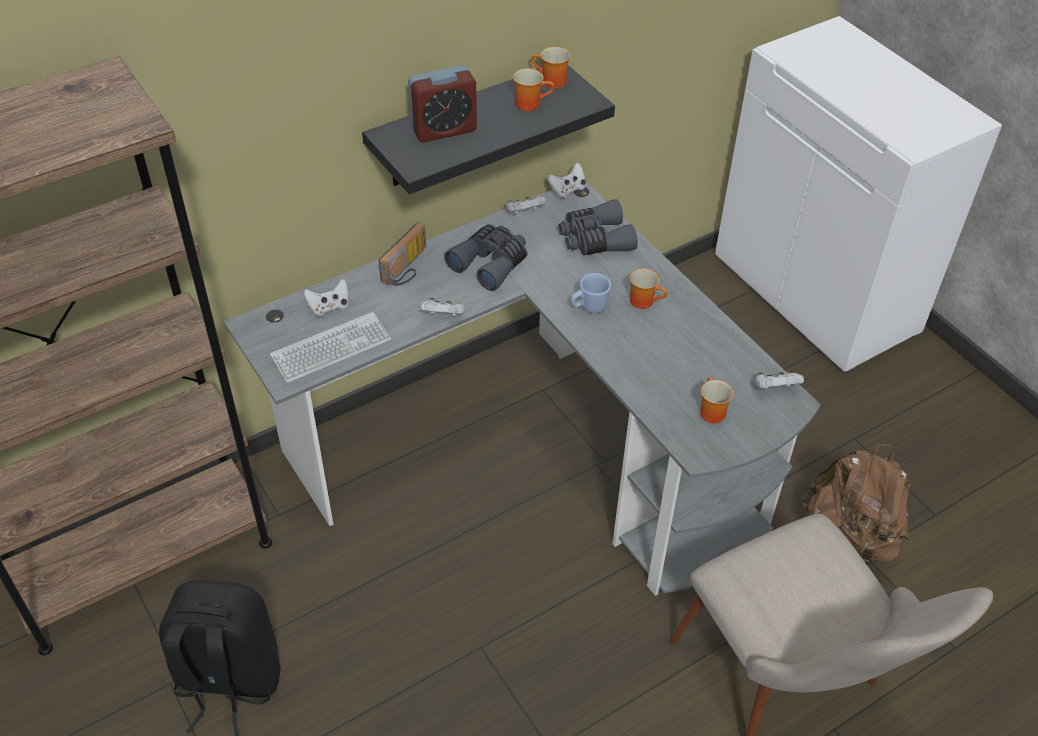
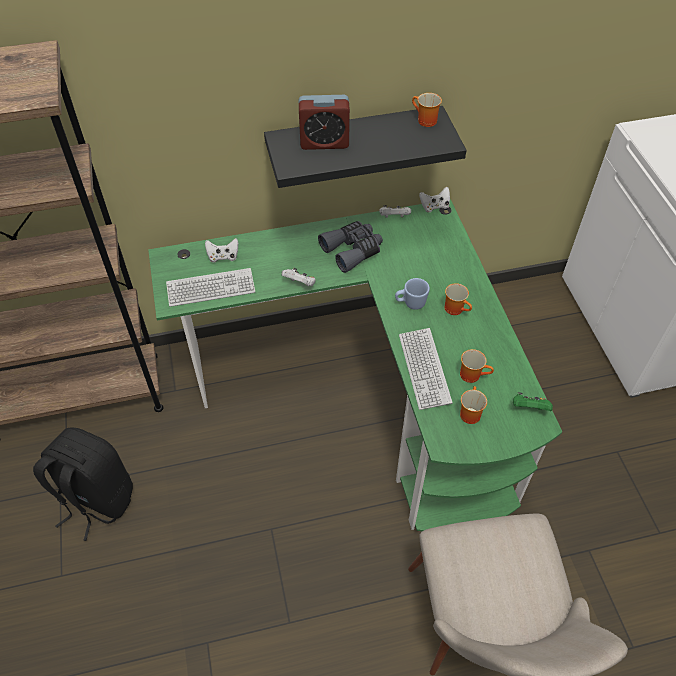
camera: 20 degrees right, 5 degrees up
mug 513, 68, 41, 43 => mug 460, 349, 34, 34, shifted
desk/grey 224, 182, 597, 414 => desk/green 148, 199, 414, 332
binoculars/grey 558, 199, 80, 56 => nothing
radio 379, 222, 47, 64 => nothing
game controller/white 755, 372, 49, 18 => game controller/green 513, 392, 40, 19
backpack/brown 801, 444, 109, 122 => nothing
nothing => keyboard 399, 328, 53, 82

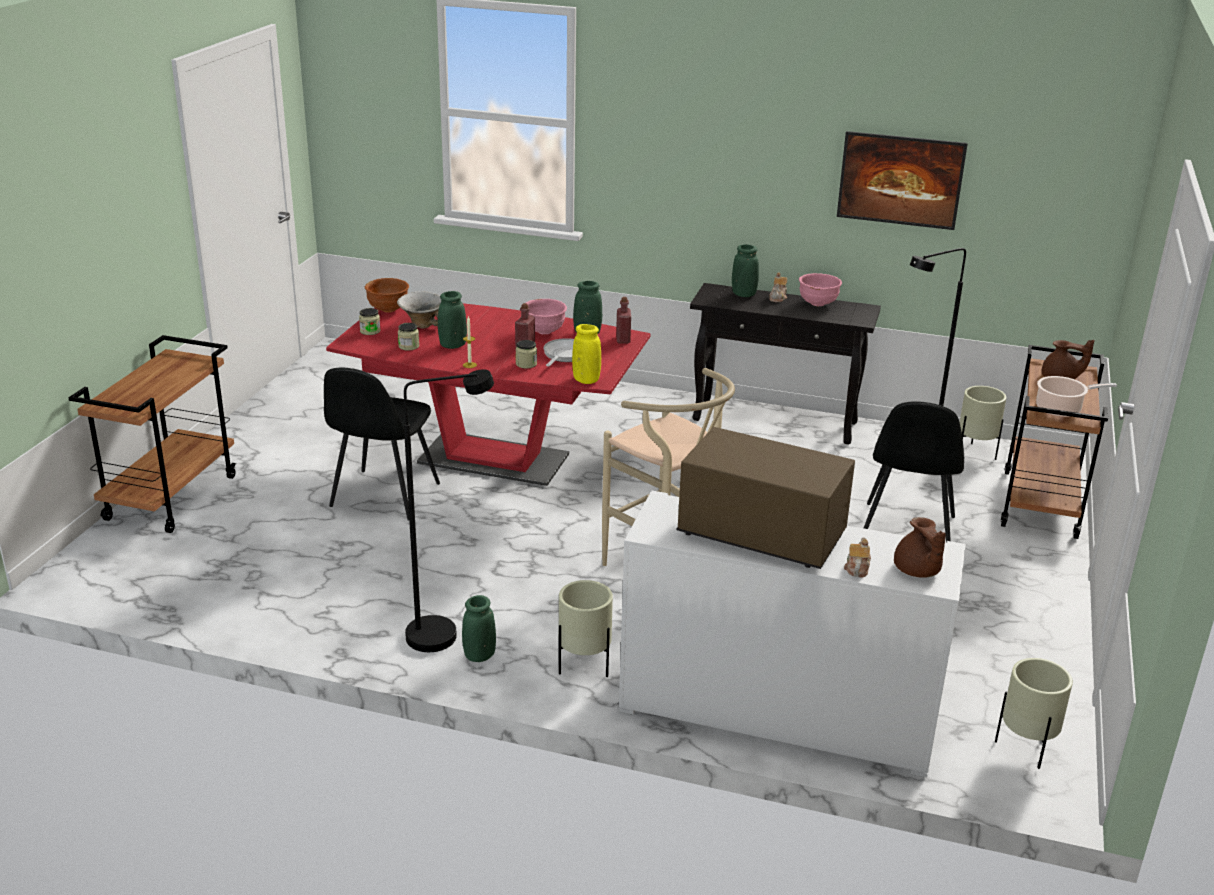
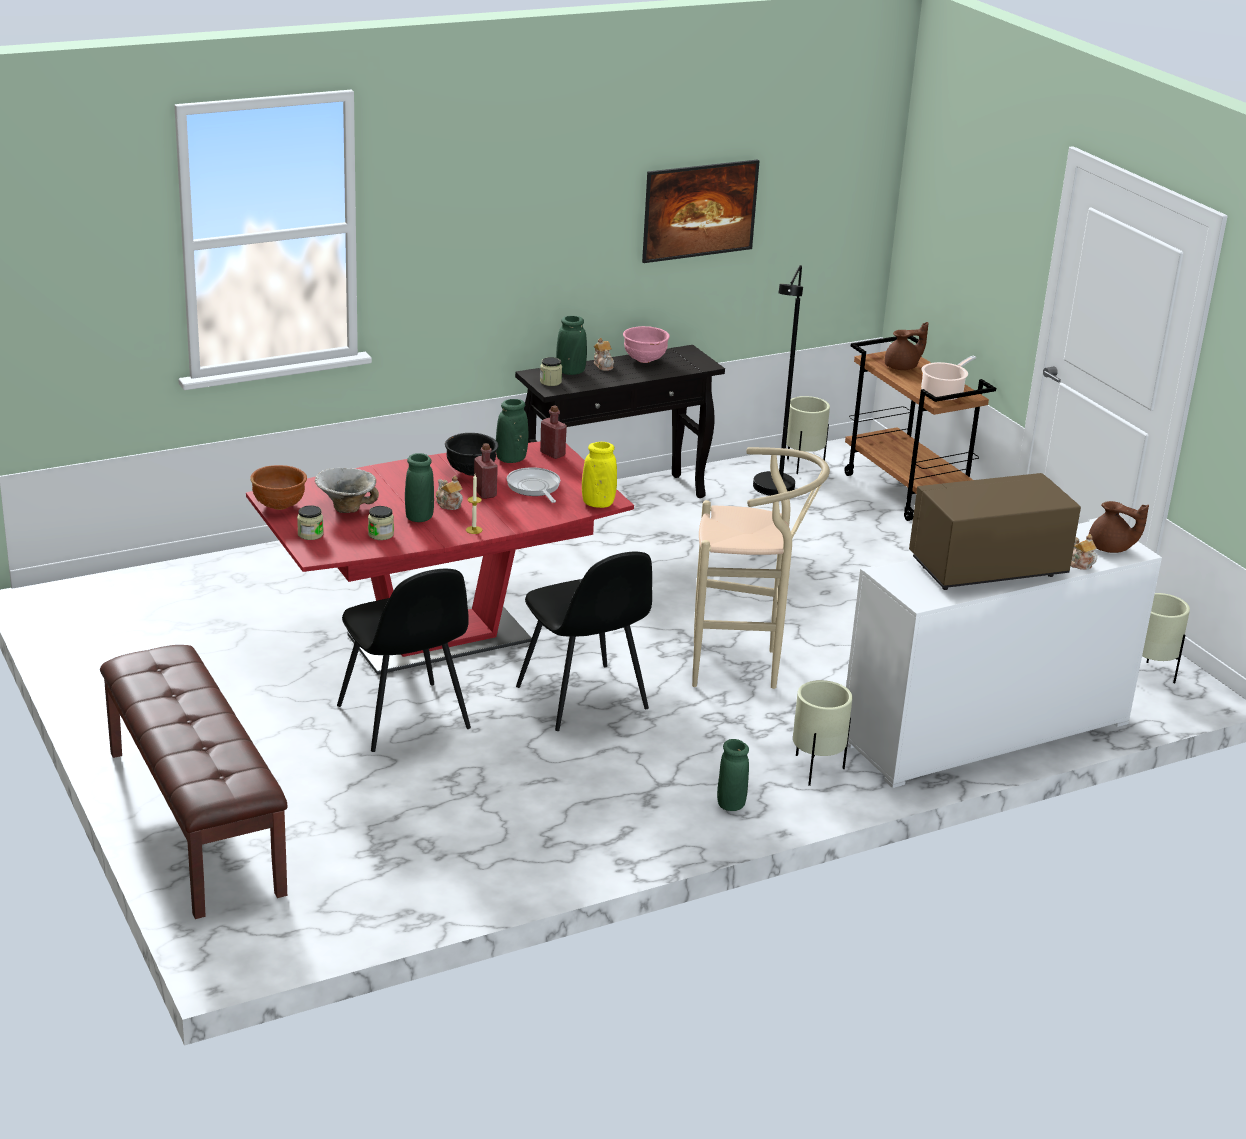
camera: 45 degrees left, 0 degrees up
bowl/pink 526, 299, 41, 35 => bowl/black 445, 433, 53, 43
cart/brown 68, 335, 169, 198 => bench/brown 100, 645, 187, 274
jar 516, 340, 21, 28 => jar 540, 357, 22, 29, shifted
floor lamp/black 404, 369, 90, 283 => nothing
chair/black 864, 401, 100, 142 => chair/black 516, 552, 136, 179, shifted
nothing => teapot 436, 476, 27, 34

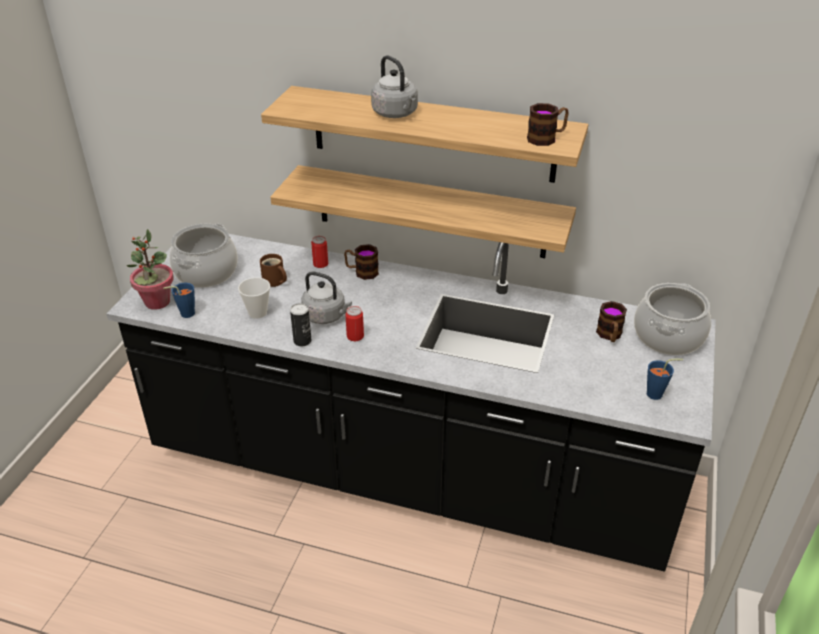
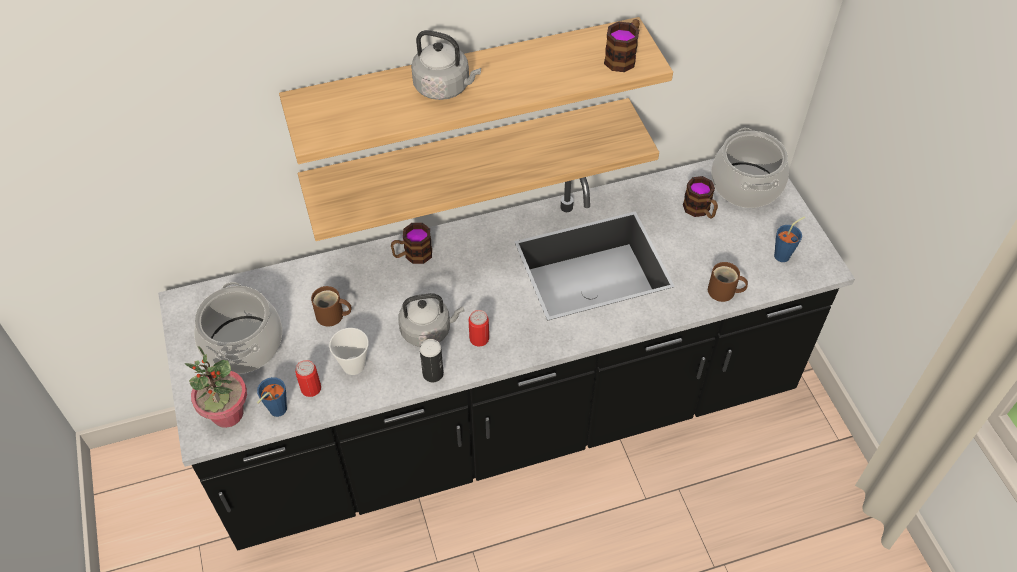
camera: 35 degrees left, 15 degrees up
can 311, 236, 17, 32 => can 295, 360, 26, 37, shifted
nothing => mug/brown 708, 262, 40, 40

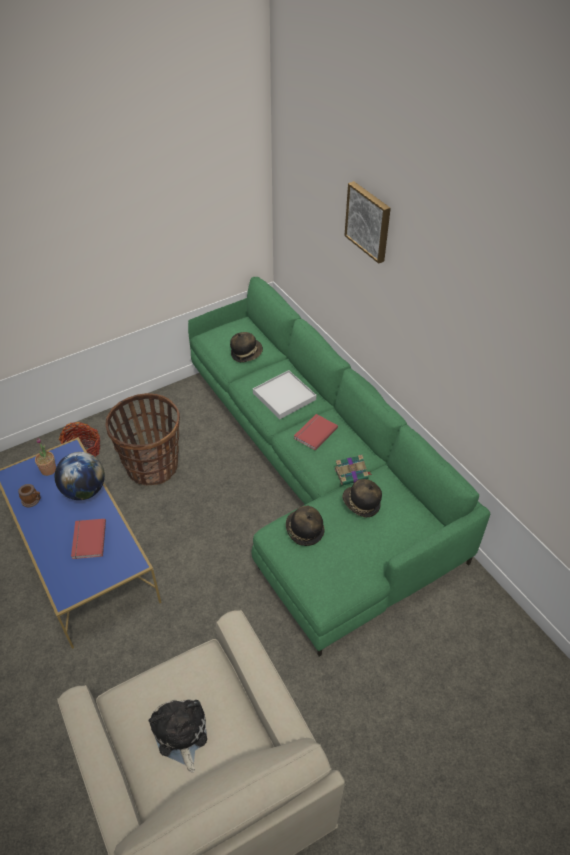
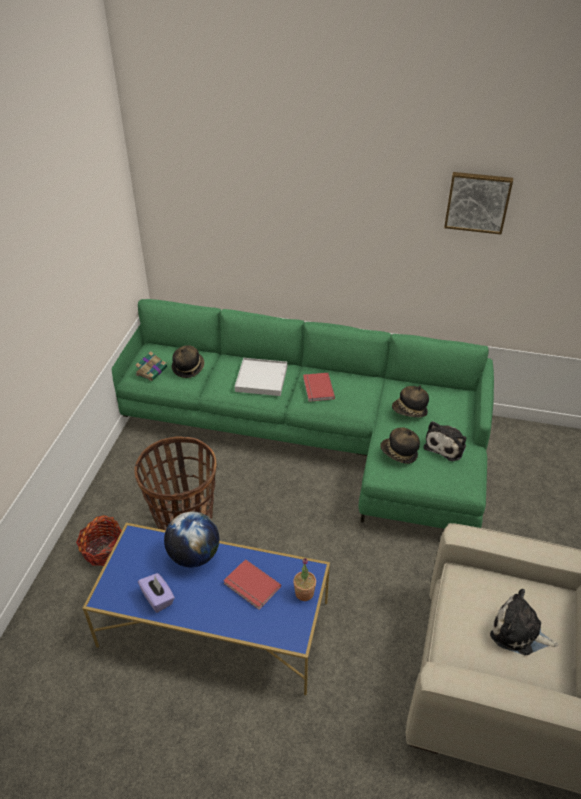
camera: 45 degrees left, 5 degrees down
picture 345, 181, 46, 83 => picture 444, 172, 69, 62, shifted
potted plant 35, 438, 21, 38 => potted plant 293, 558, 23, 43, shifted
book 334, 455, 38, 30 => book 135, 351, 32, 30, shifted
mug 18, 484, 23, 23 => tissue box/purple 138, 573, 37, 40
nothing => plush toy 424, 421, 42, 40

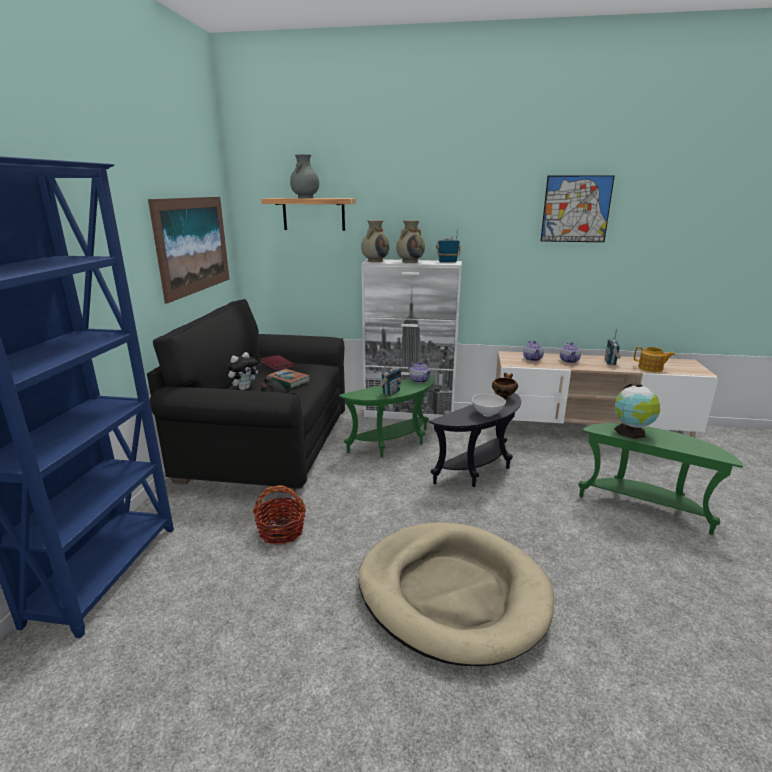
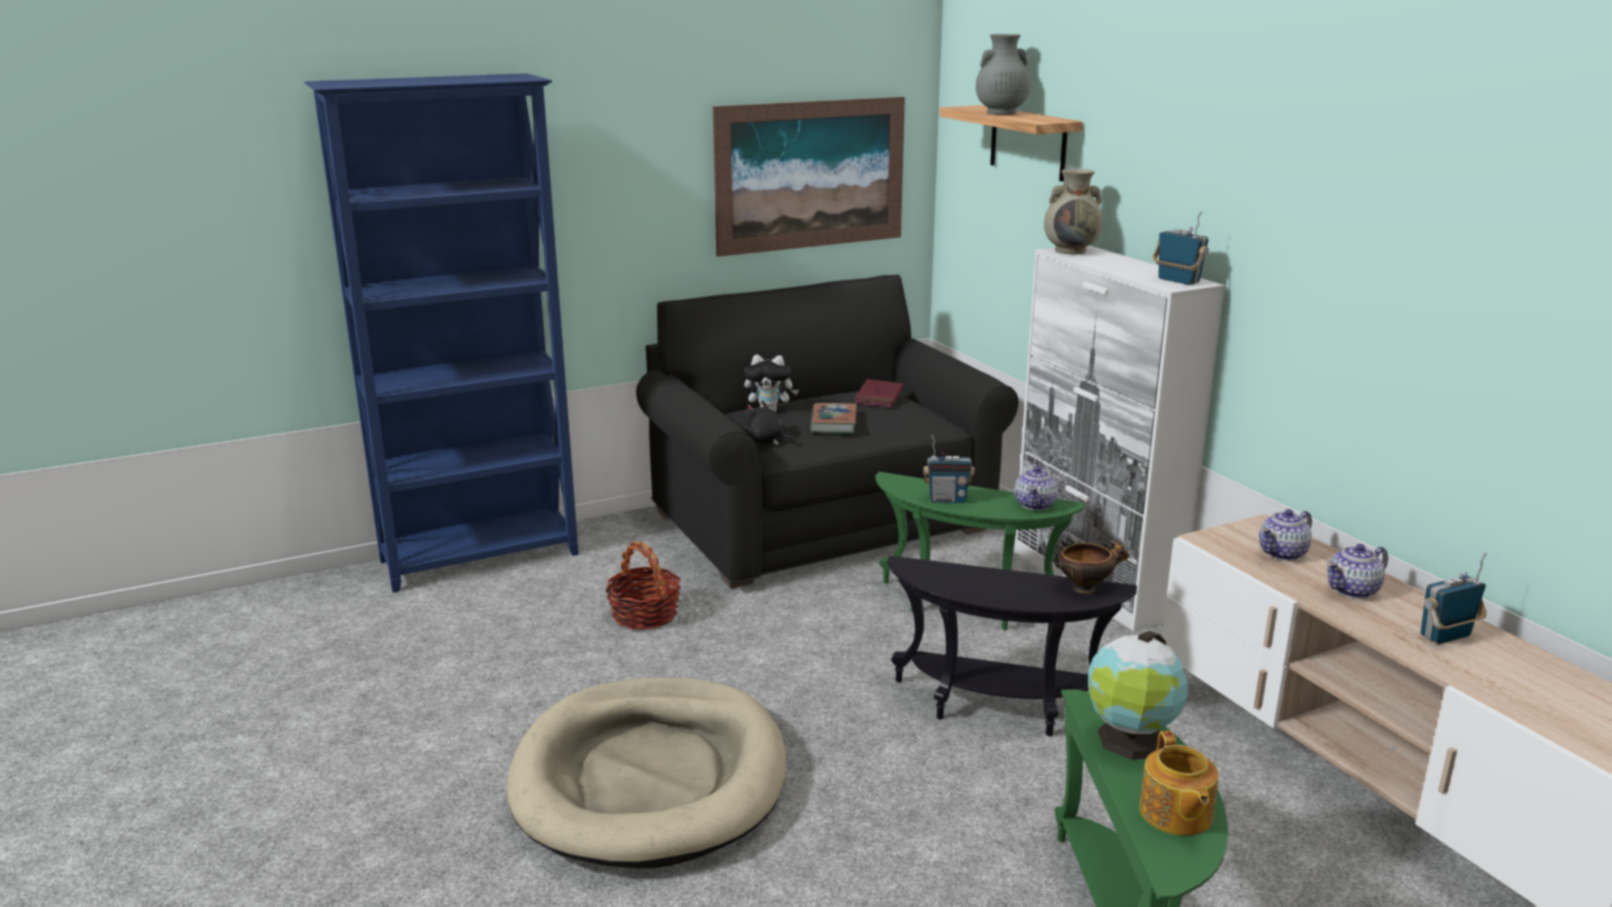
camera: 55 degrees right, 0 degrees up
picture 540, 175, 75, 67 => nothing
vase/beige 396, 220, 29, 43 => nothing
teapot 634, 347, 41, 25 => teapot 1139, 731, 80, 104, shifted
bowl/white 472, 394, 34, 23 => nothing

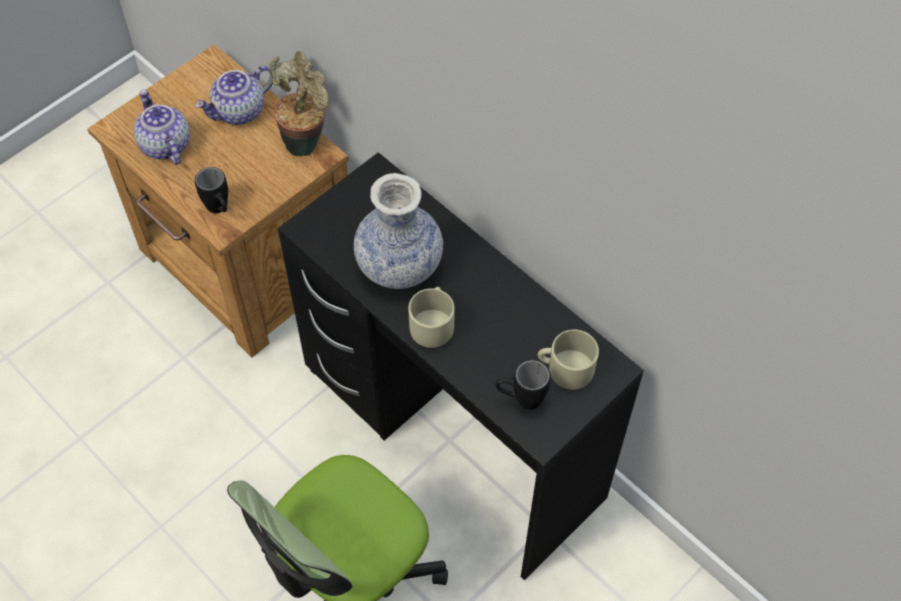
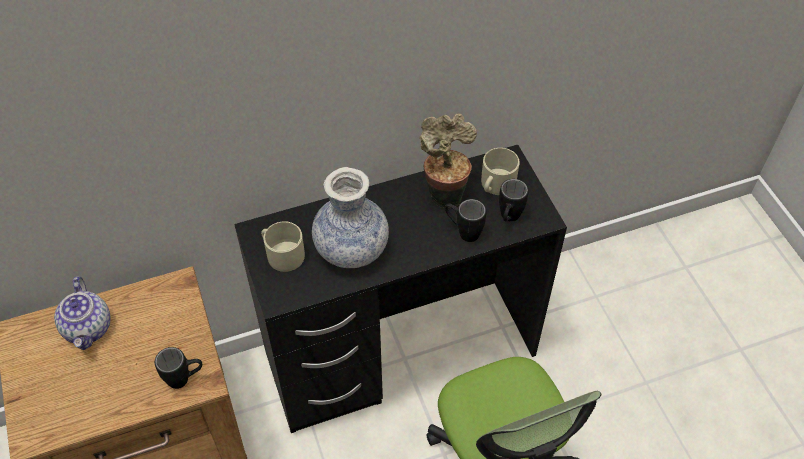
camera: 65 degrees left, 5 degrees down
potted plant 269, 51, 60, 105 => potted plant 419, 113, 58, 95, shifted
teapot 134, 89, 56, 76 => nothing
mug/beige 408, 287, 47, 61 => mug/beige 261, 221, 44, 51, shifted
nothing => mug/black 445, 199, 41, 43

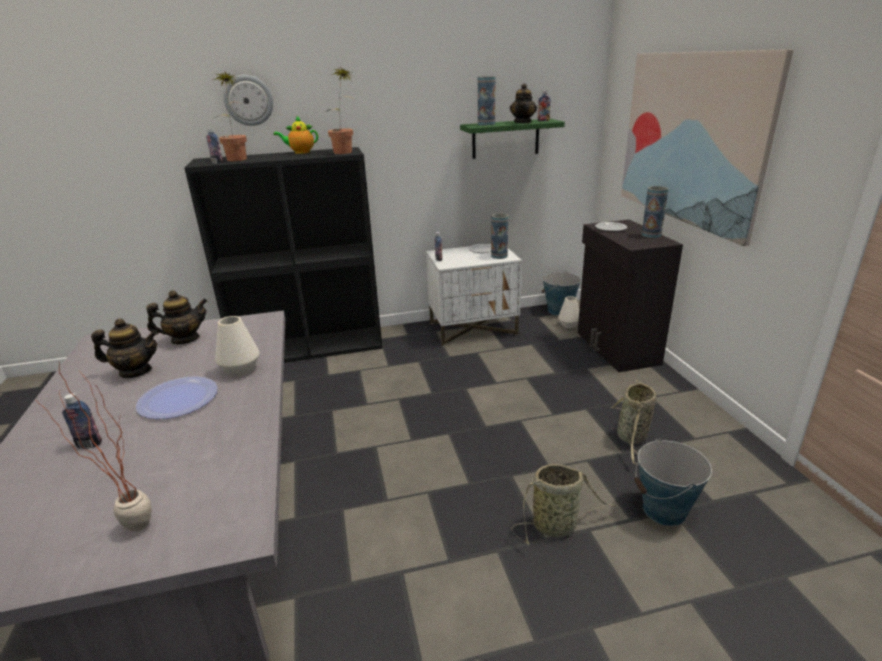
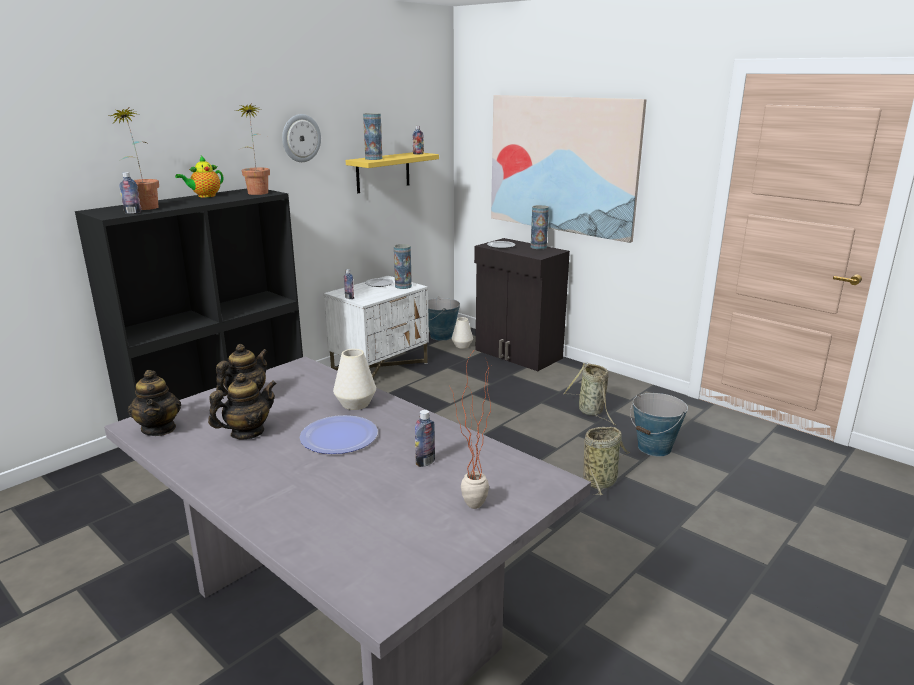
camera: 35 degrees left, 5 degrees down
wall clock 223, 75, 50, 51 => wall clock 282, 114, 39, 48, shifted
teapot 510, 83, 27, 40 => teapot 128, 370, 53, 66, shifted
shelf/green 460, 119, 105, 40 => shelf/yellow 346, 152, 93, 41
bottle 62, 393, 40, 56 => bottle 415, 410, 20, 57, shifted

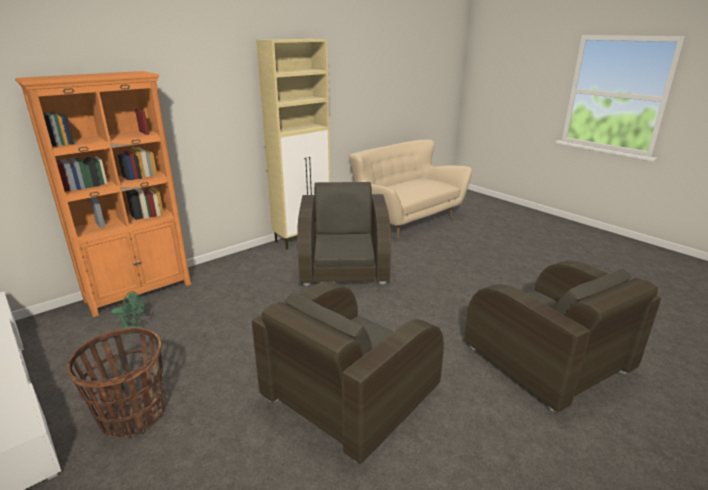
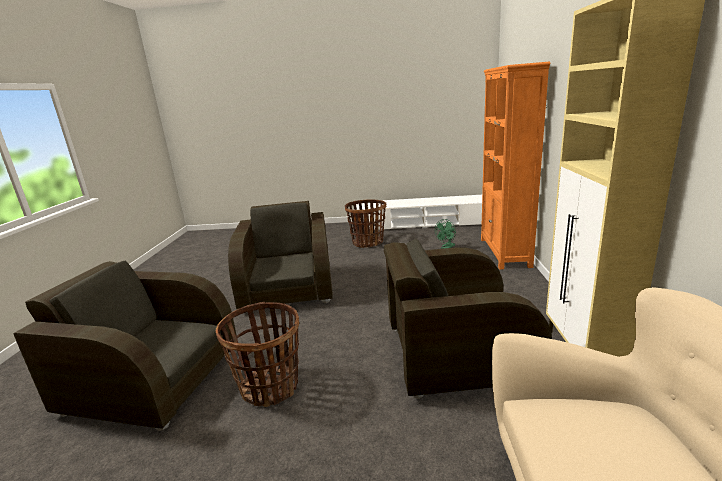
camera: 135 degrees right, 5 degrees down
armchair/brown 297, 182, 94, 104 => armchair/brown 384, 239, 168, 160, 135 degrees clockwise
nothing => basket 216, 302, 83, 105

